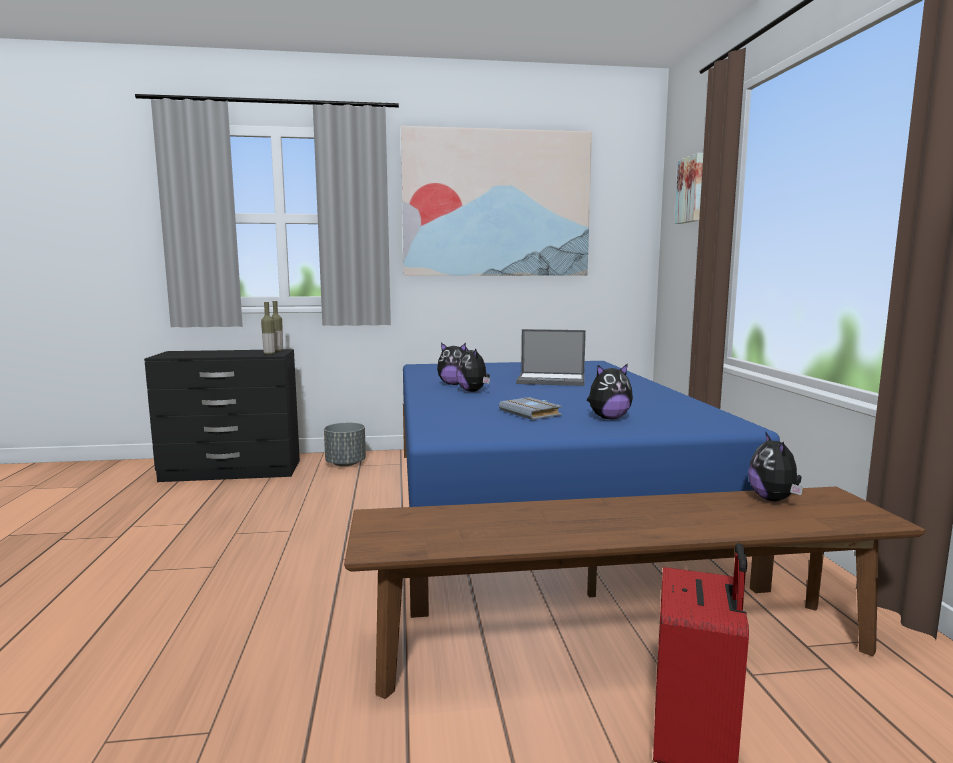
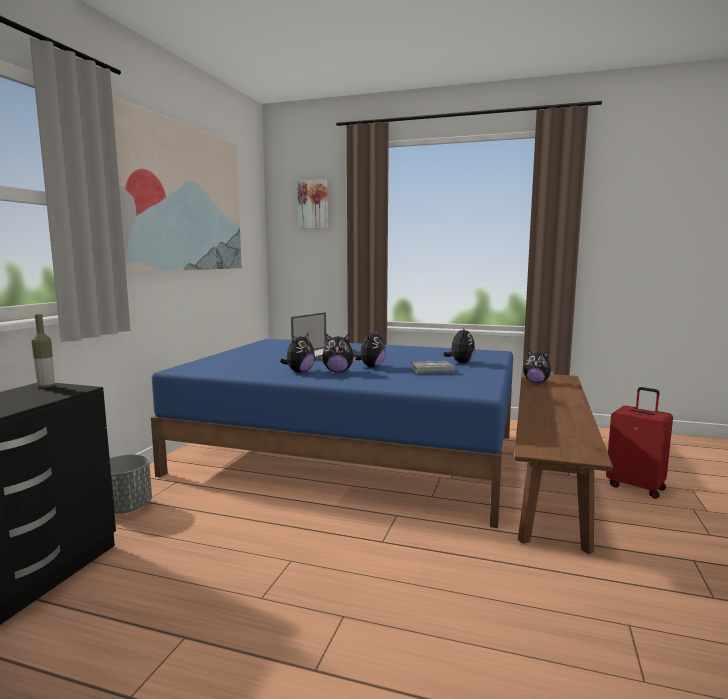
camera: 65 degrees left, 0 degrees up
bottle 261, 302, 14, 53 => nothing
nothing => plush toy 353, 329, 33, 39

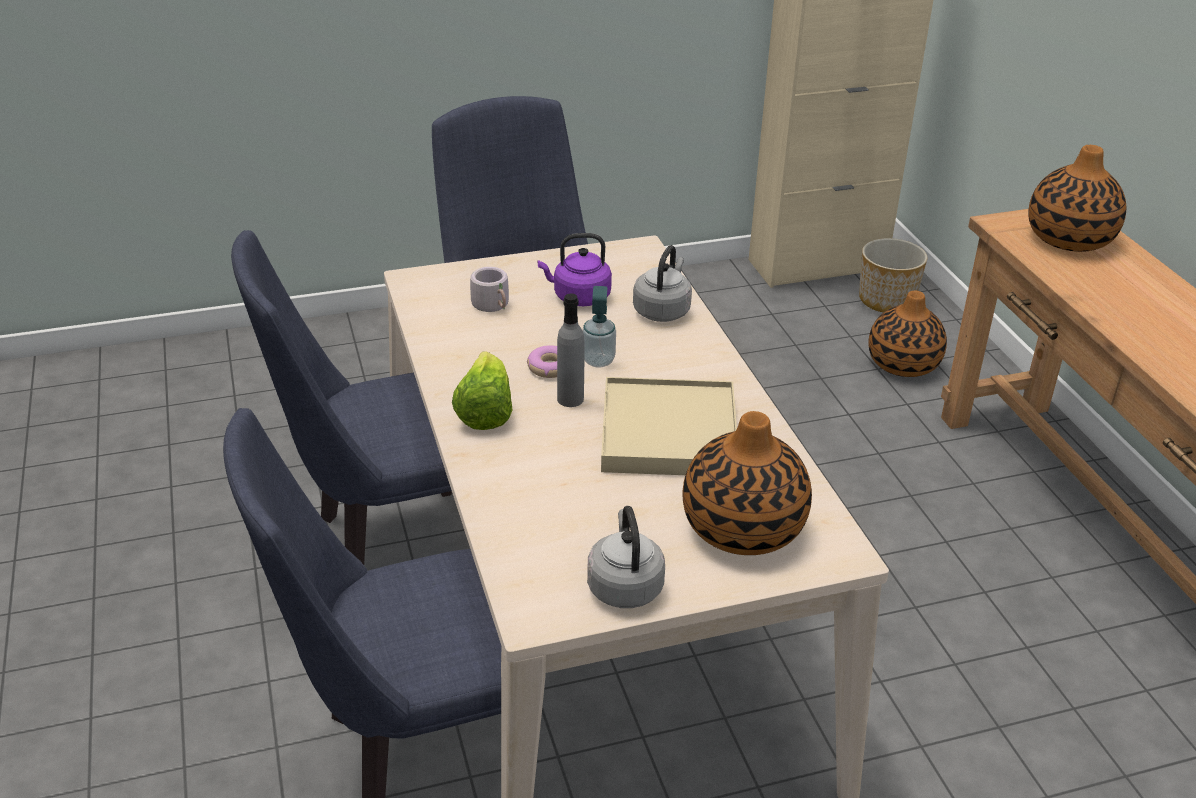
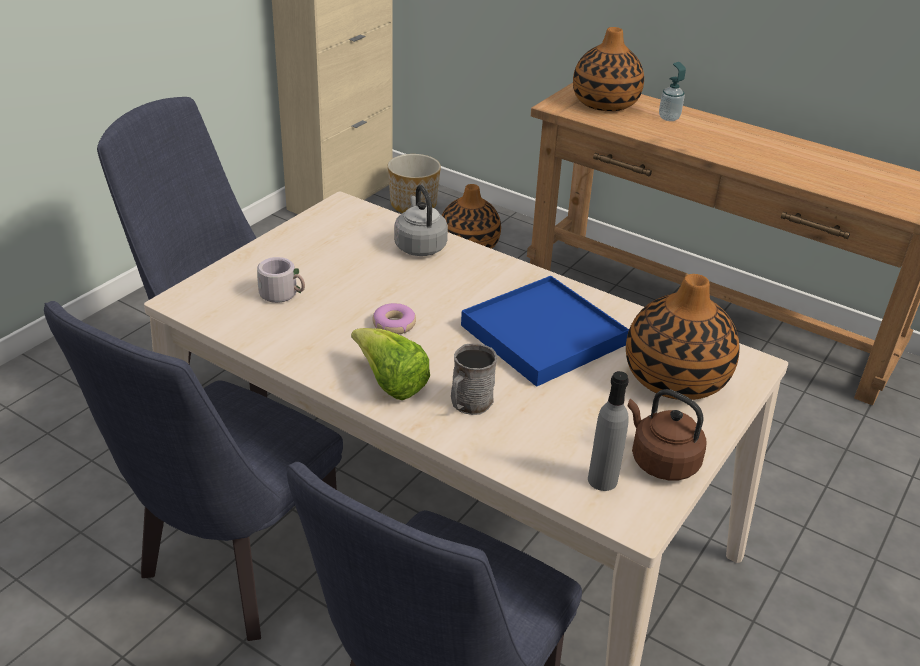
camera: 40 degrees left, 0 degrees up
kettle/purple 538, 233, 74, 73 => nothing
soap dispenser 582, 286, 34, 82 => soap dispenser 659, 62, 27, 59, shifted
bottle/grey 557, 294, 28, 113 => bottle/grey 588, 371, 41, 120, shifted
tray/beige 601, 377, 136, 98 => tray/blue 461, 276, 168, 111
kettle/grey 587, 506, 78, 102 => kettle/brown 628, 389, 79, 91
nothing => mug/grey 451, 343, 46, 72

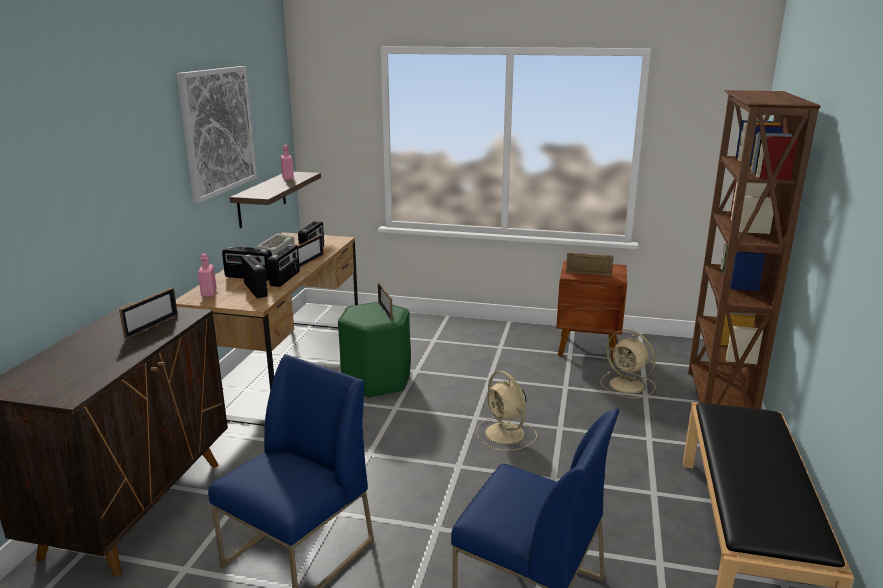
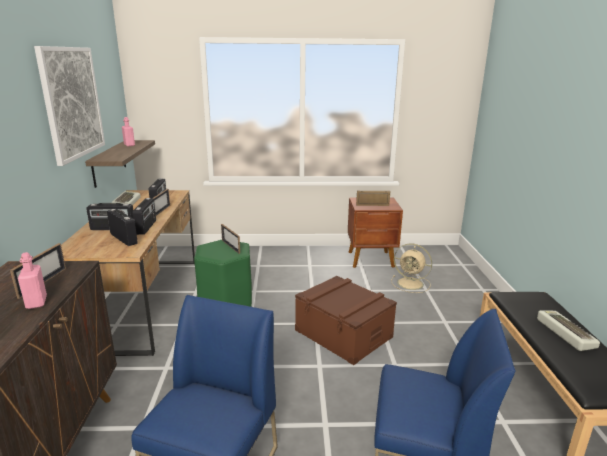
camera: 15 degrees left, 0 degrees up
bookcase/brown 688, 90, 133, 319 => nothing
bottle/pink 198, 254, 19, 43 => bottle/pink 18, 252, 29, 57, shifted
fan/beige 476, 371, 61, 80 => storage box/brown 295, 276, 102, 89
nothing => keyboard 537, 310, 63, 41

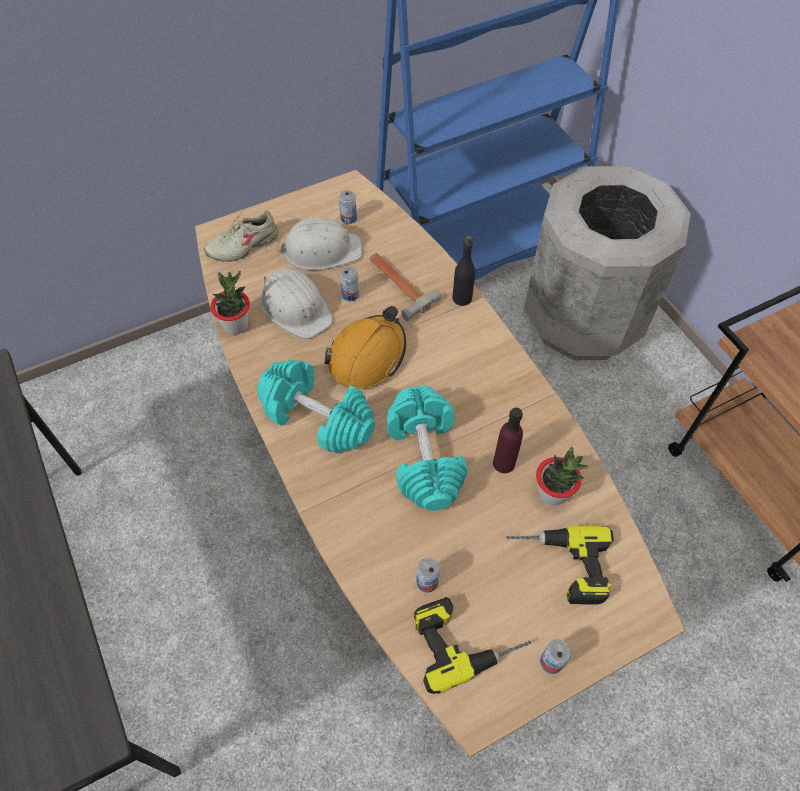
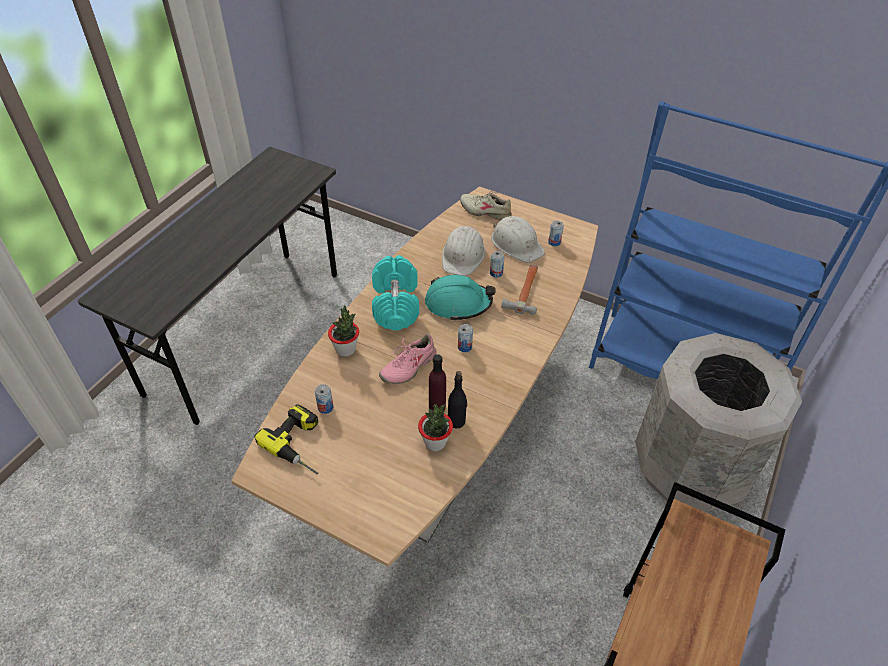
camera: 55 degrees right, 10 degrees down
bottle/black 452, 236, 23, 70 => bottle/black 448, 371, 19, 57, shifted
potted plant 210, 270, 40, 65 => potted plant 328, 305, 31, 52, shifted
hard hat/orange 324, 306, 82, 83 => hard hat/turquoise 425, 275, 71, 46
dumbbell/turquoise 387, 385, 80, 126 => shoe/pink 379, 334, 57, 50
power drill 506, 526, 108, 79 => nothing
can 540, 639, 31, 35 => can 458, 324, 15, 28, shifted

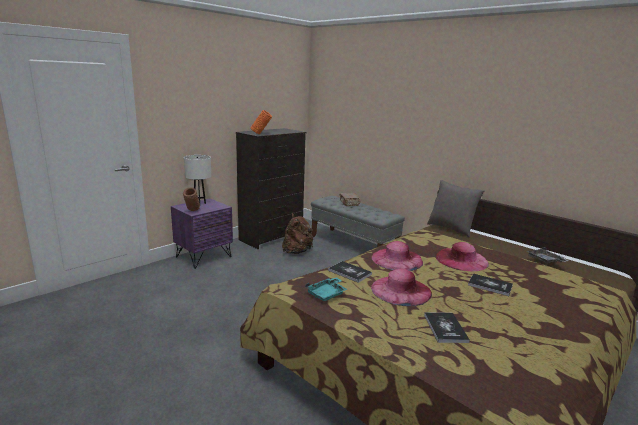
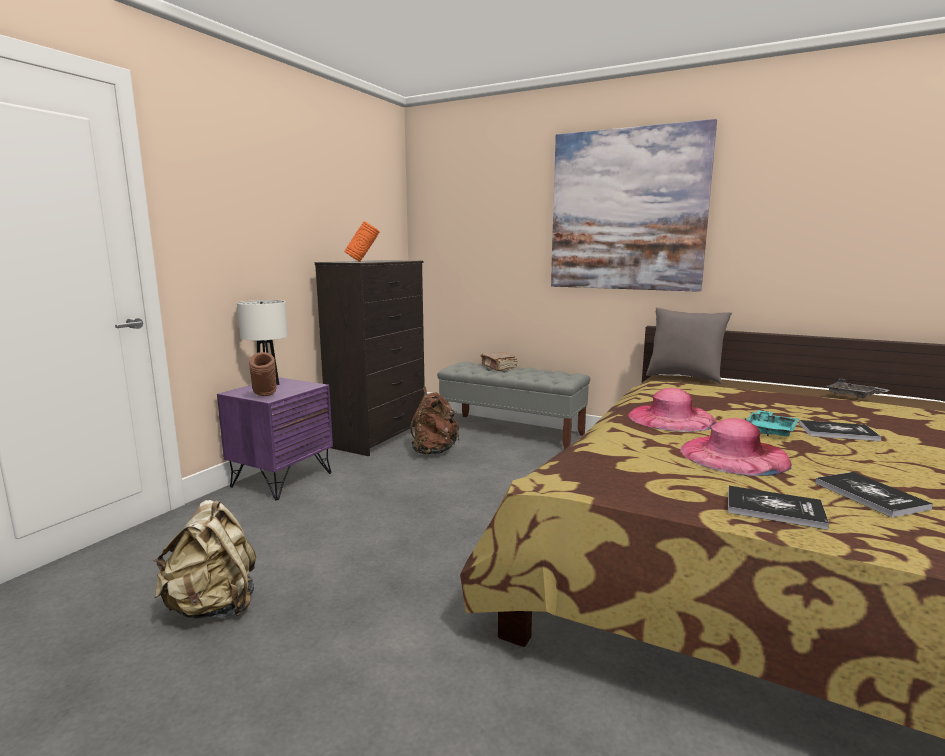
camera: 15 degrees left, 5 degrees down
hat/pink 435, 242, 54, 29 => nothing
book 328, 261, 44, 22 => book 728, 486, 101, 44, shifted
tray/turquoise 305, 277, 42, 24 => tray/turquoise 744, 410, 55, 26, shifted
nothing => picture 551, 119, 166, 173
nothing => backpack/beige 153, 500, 103, 118

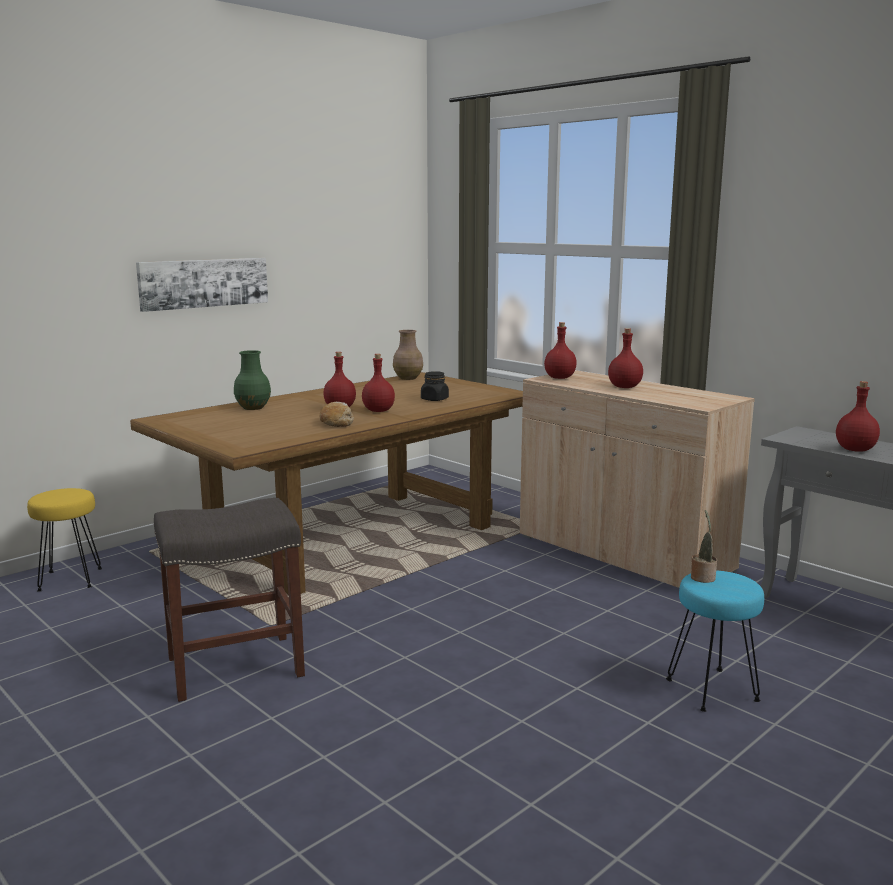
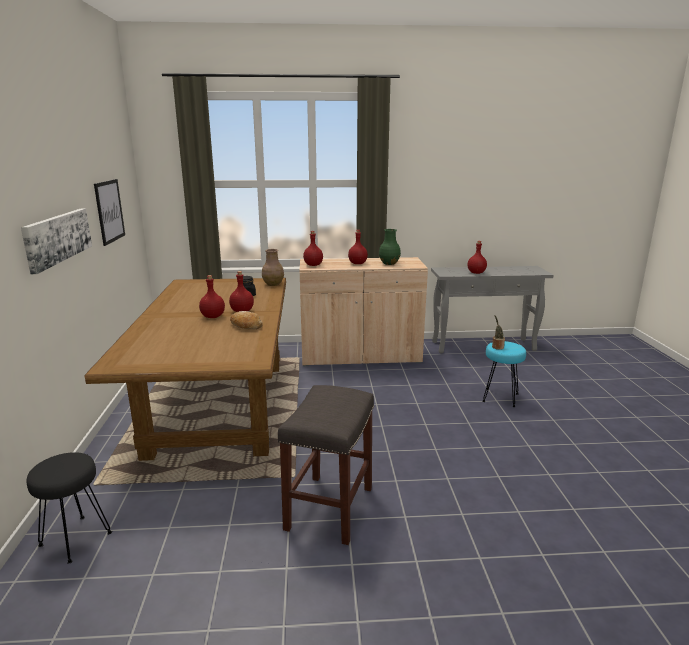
camera: 50 degrees left, 5 degrees up
vase/brown 393, 330, 30, 50 => vase/brown 262, 249, 22, 37, shifted
vase/green 234, 350, 37, 60 => vase/green 379, 229, 22, 36, shifted
stool/yellow 27, 488, 75, 104 => stool/black 27, 452, 85, 112
nothing => picture 94, 179, 31, 67

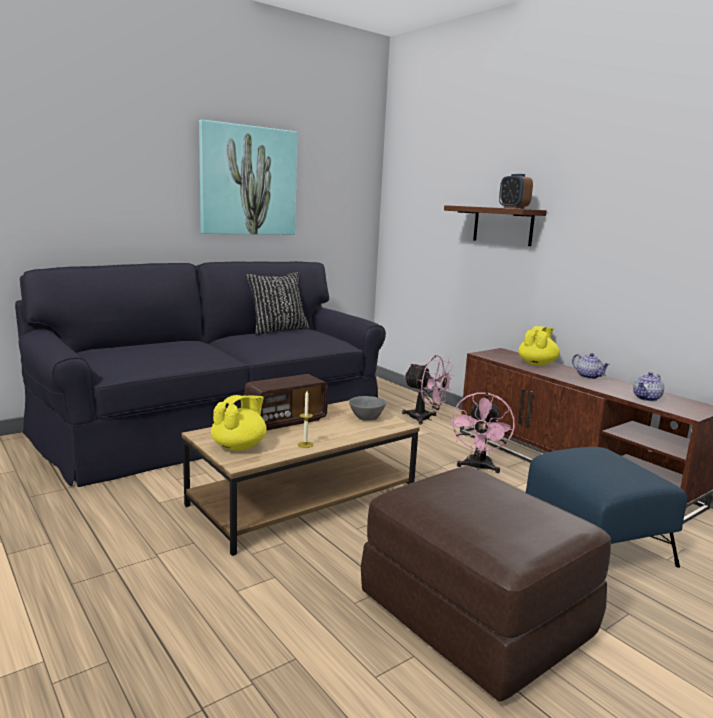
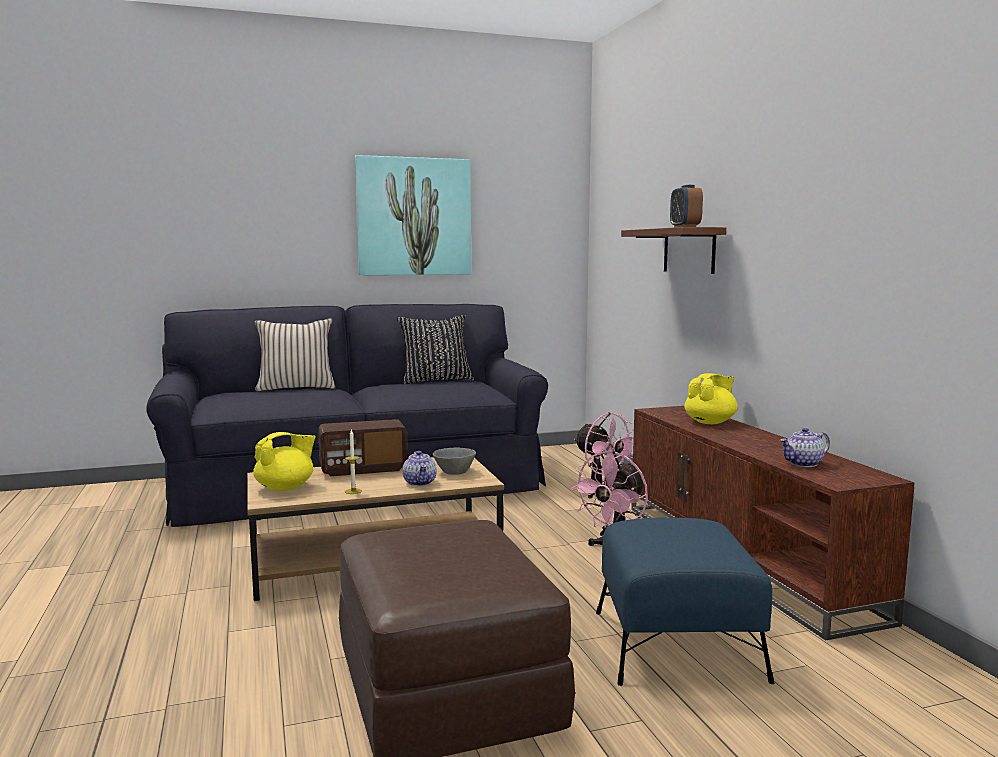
camera: 20 degrees right, 5 degrees down
teapot 572, 353, 38, 26 => teapot 402, 451, 34, 35, shifted
nothing => pillow/beige 255, 318, 80, 73

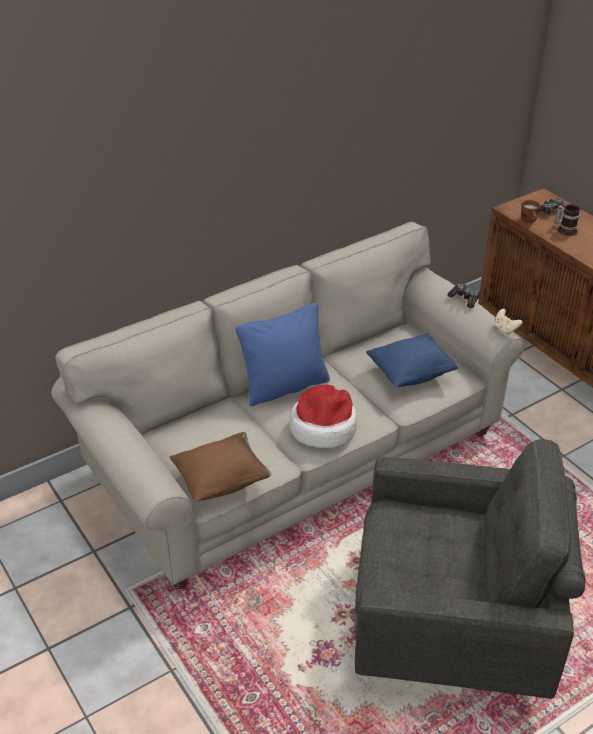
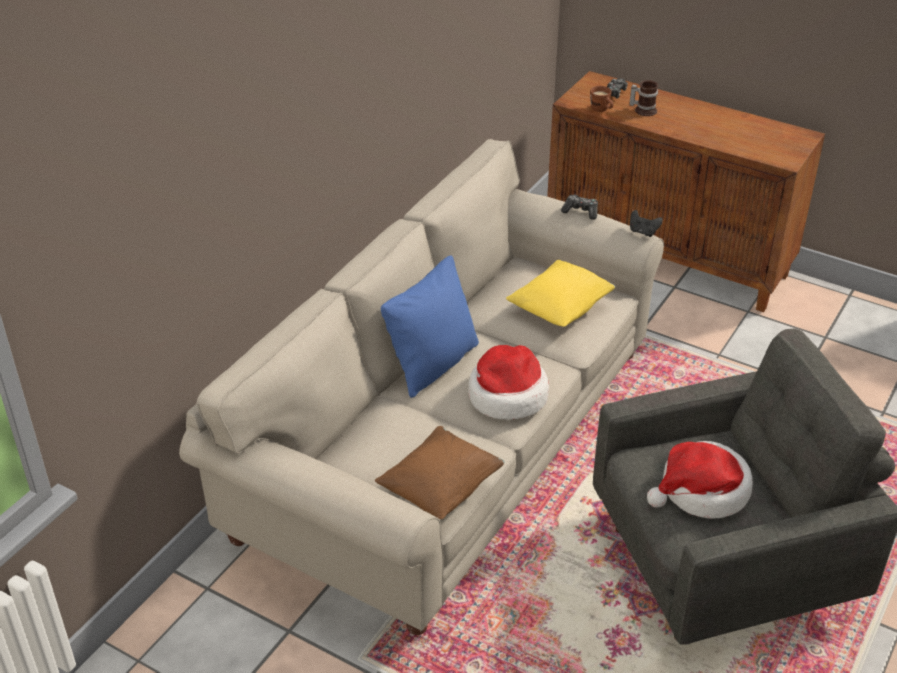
camera: 25 degrees left, 0 degrees up
game controller/beige 494, 309, 29, 26 => game controller/black 630, 210, 33, 27
pillow/blue 366, 333, 93, 54 => pillow/yellow 506, 260, 109, 67
nothing => hat 647, 441, 106, 78

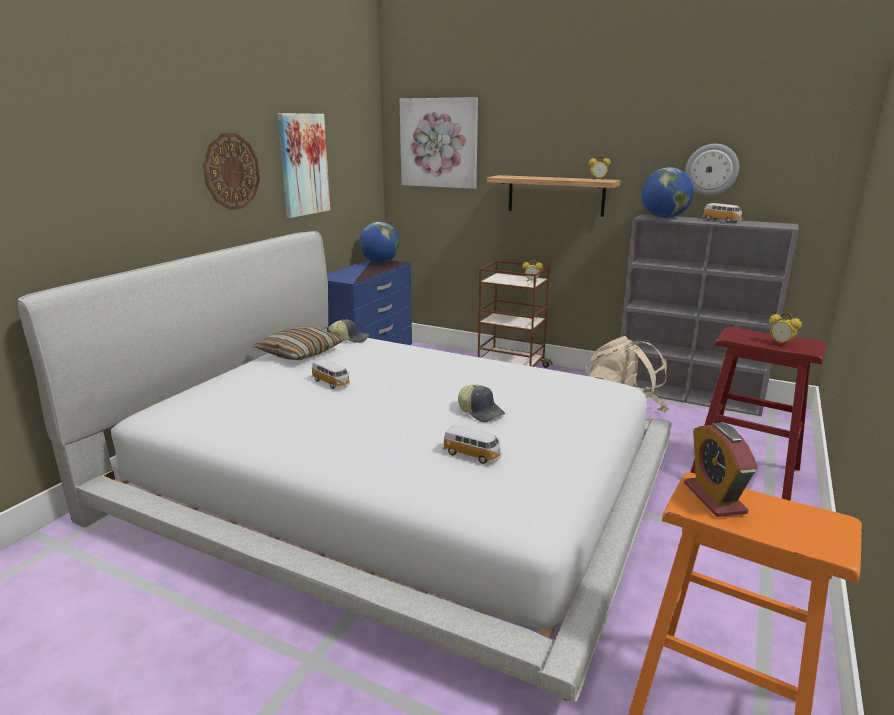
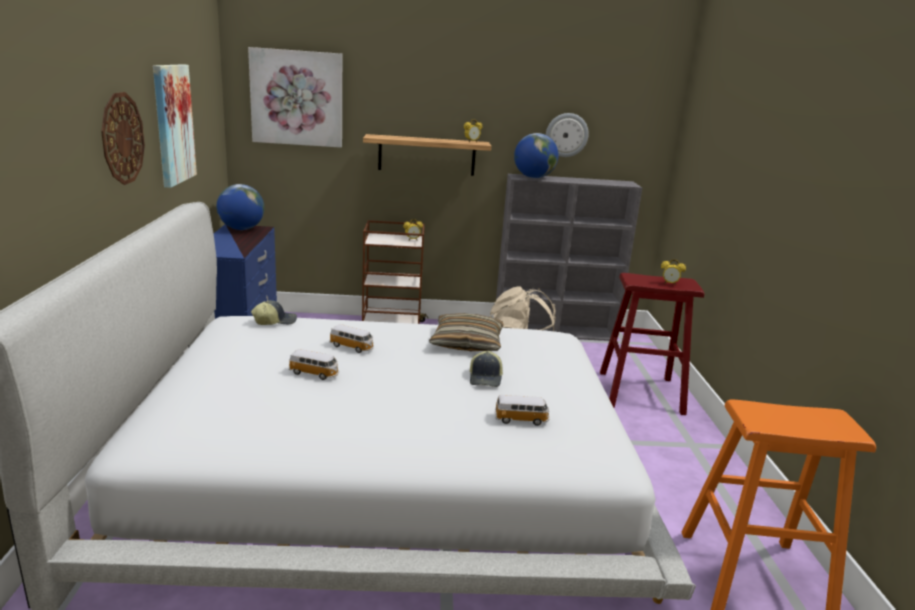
camera: 30 degrees left, 0 degrees up
toy car 703, 203, 39, 20 => toy car 329, 324, 45, 29, shifted
pillow 253, 327, 91, 33 => pillow 429, 313, 75, 38, shifted
cap 458, 384, 47, 38 => cap 470, 351, 33, 36, 75 degrees clockwise
alarm clock 684, 423, 74, 94 => nothing

